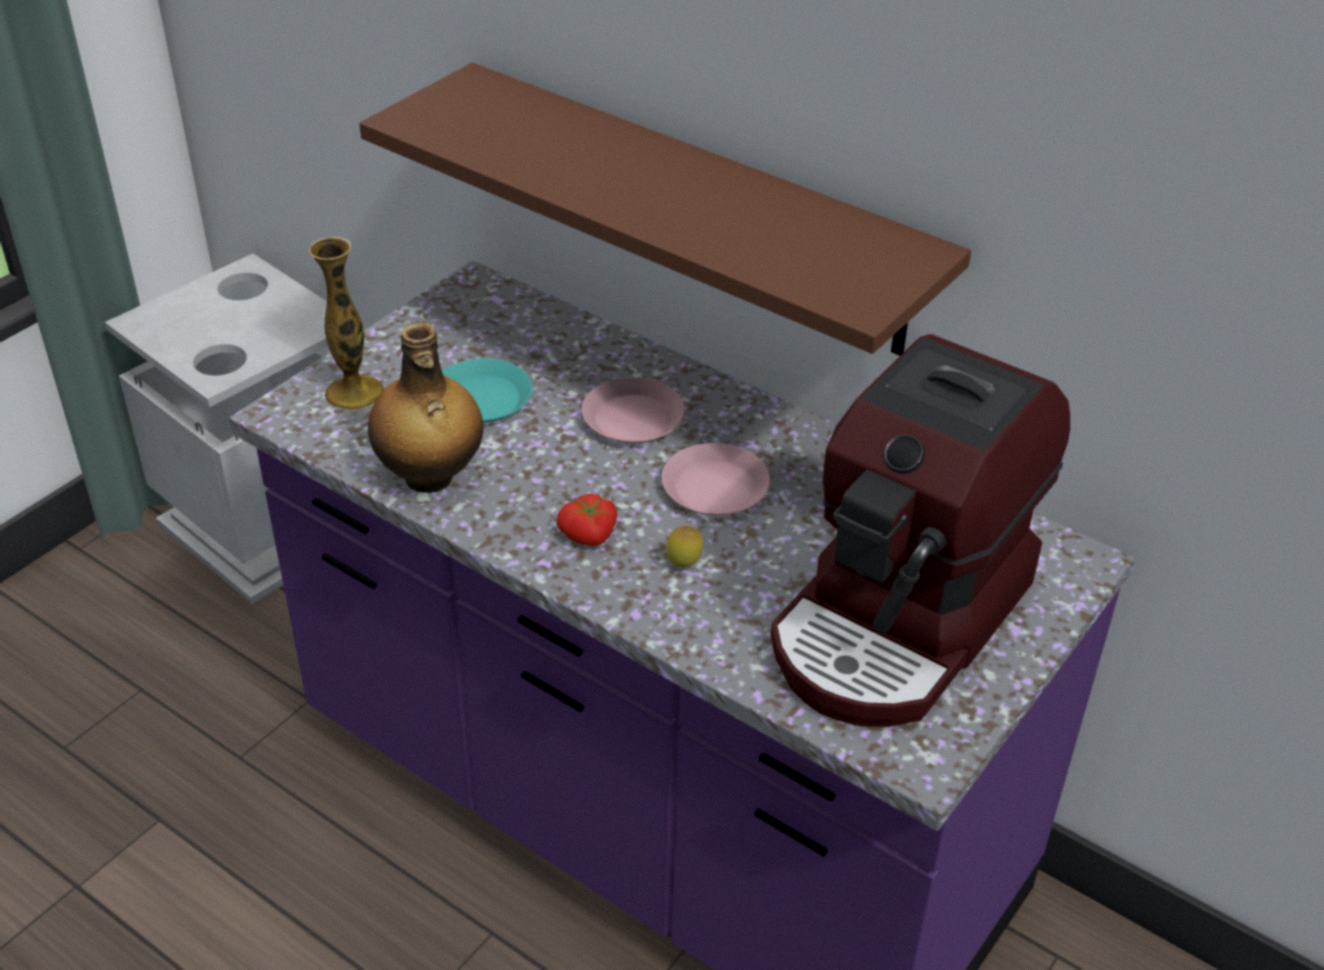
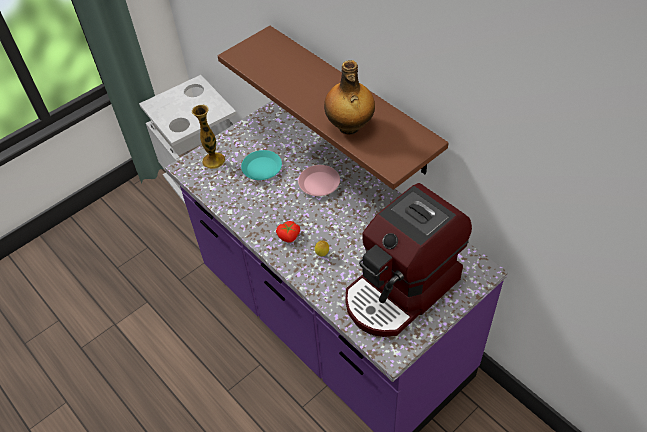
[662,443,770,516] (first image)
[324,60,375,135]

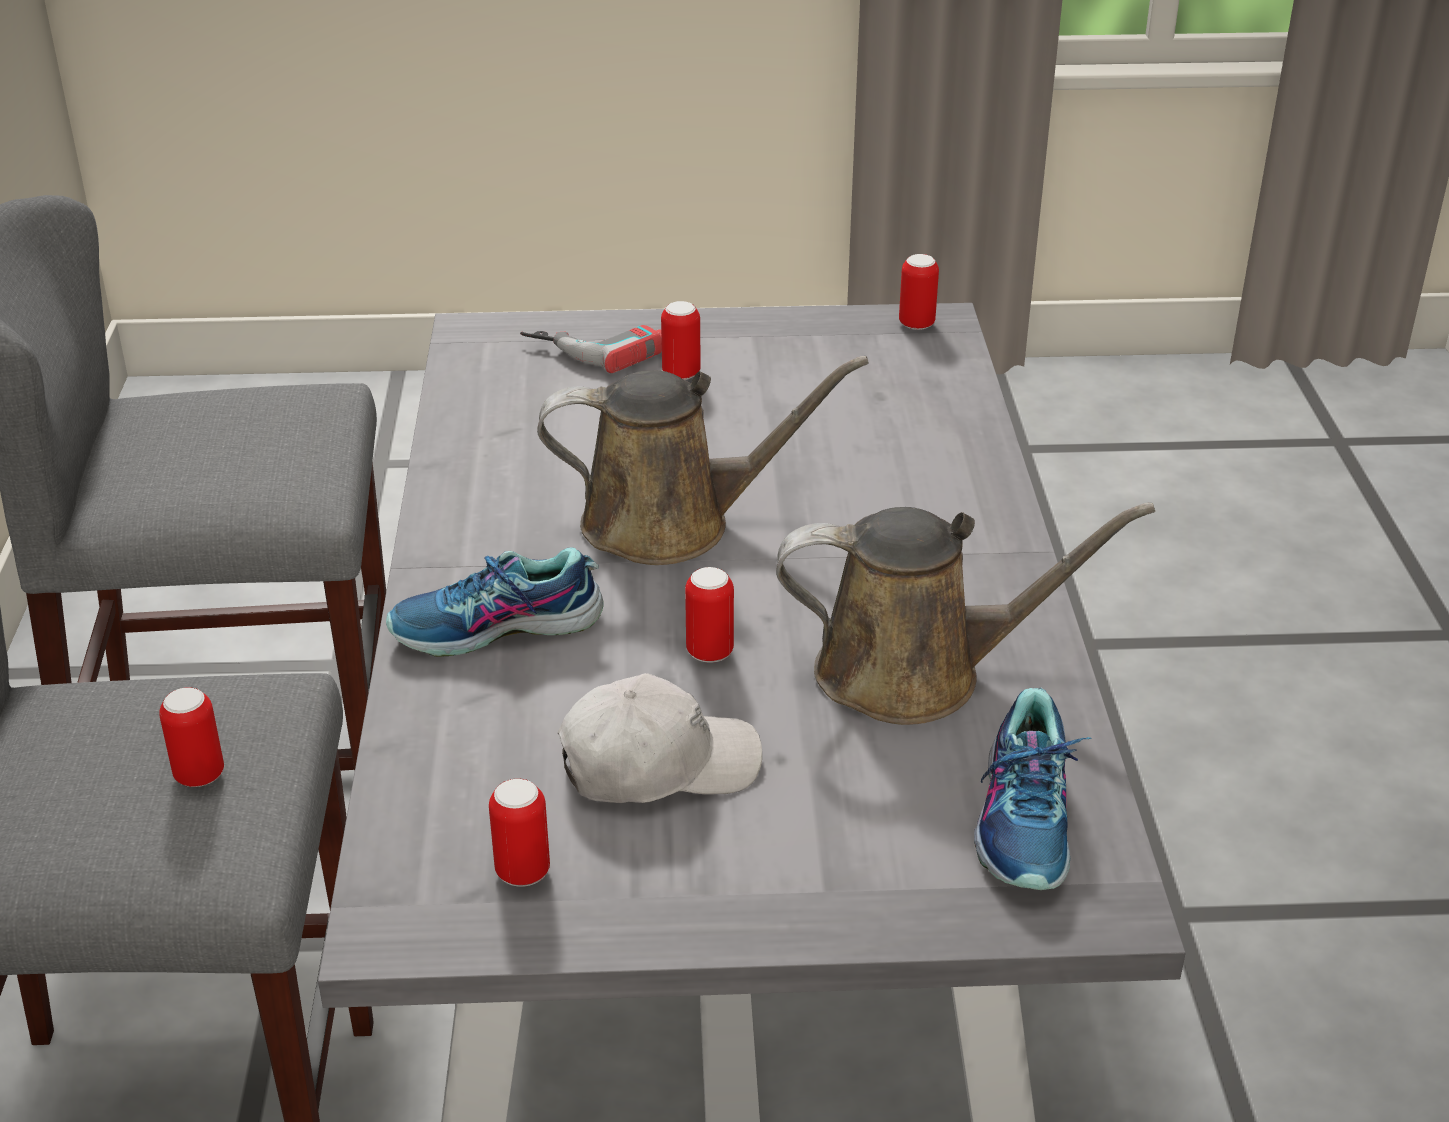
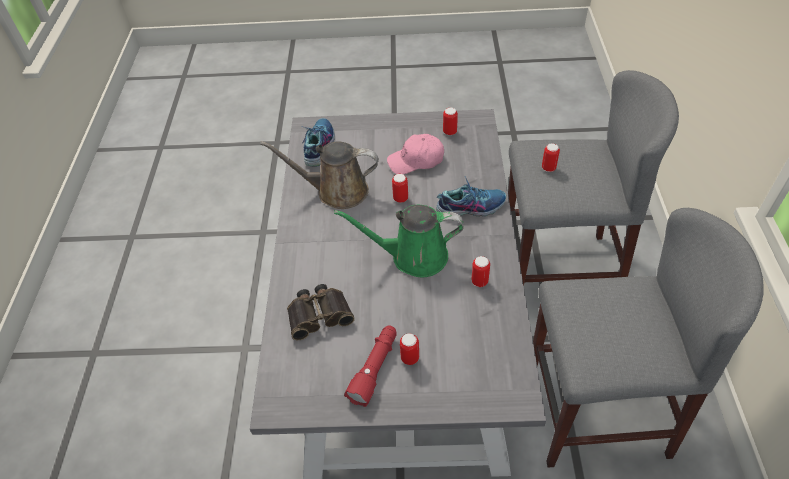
[520,325,662,373] (first image)
[287,284,355,340]
[344,325,396,407]
[471,256,490,287]
[334,205,463,277]
[387,134,444,174]

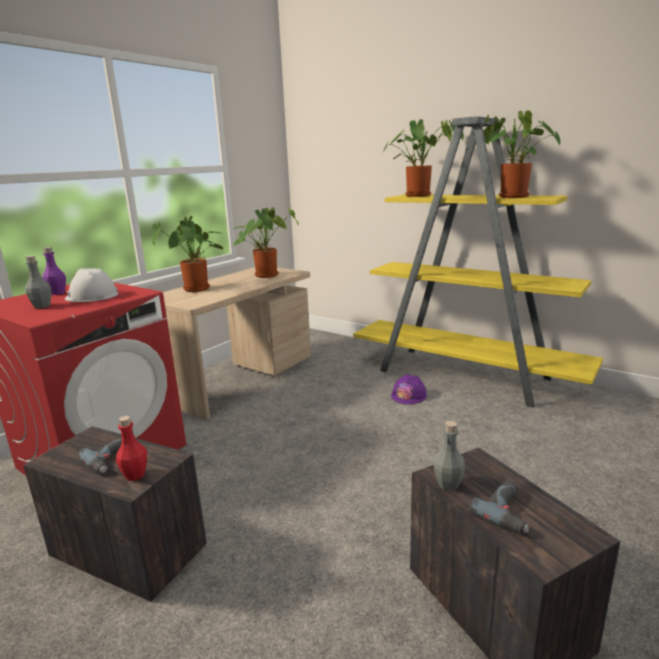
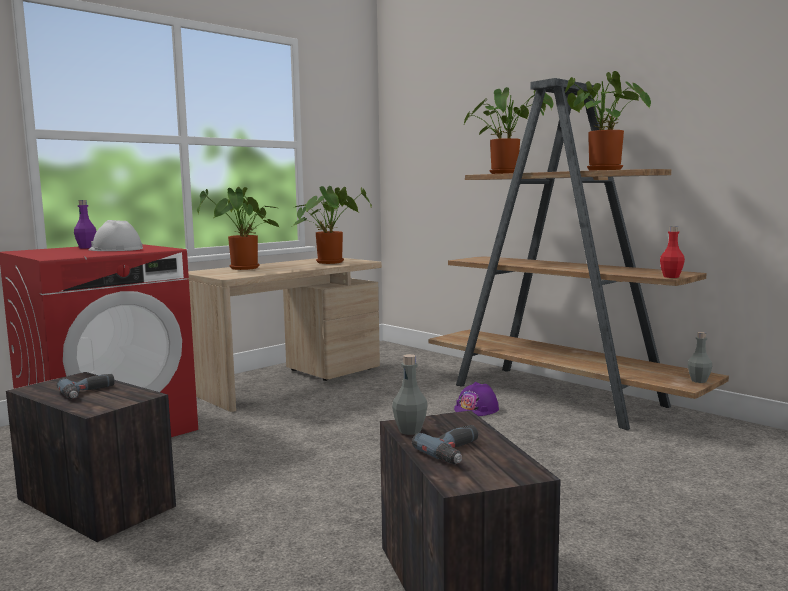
[688,332,712,383]
[660,226,685,278]
[429,78,729,430]

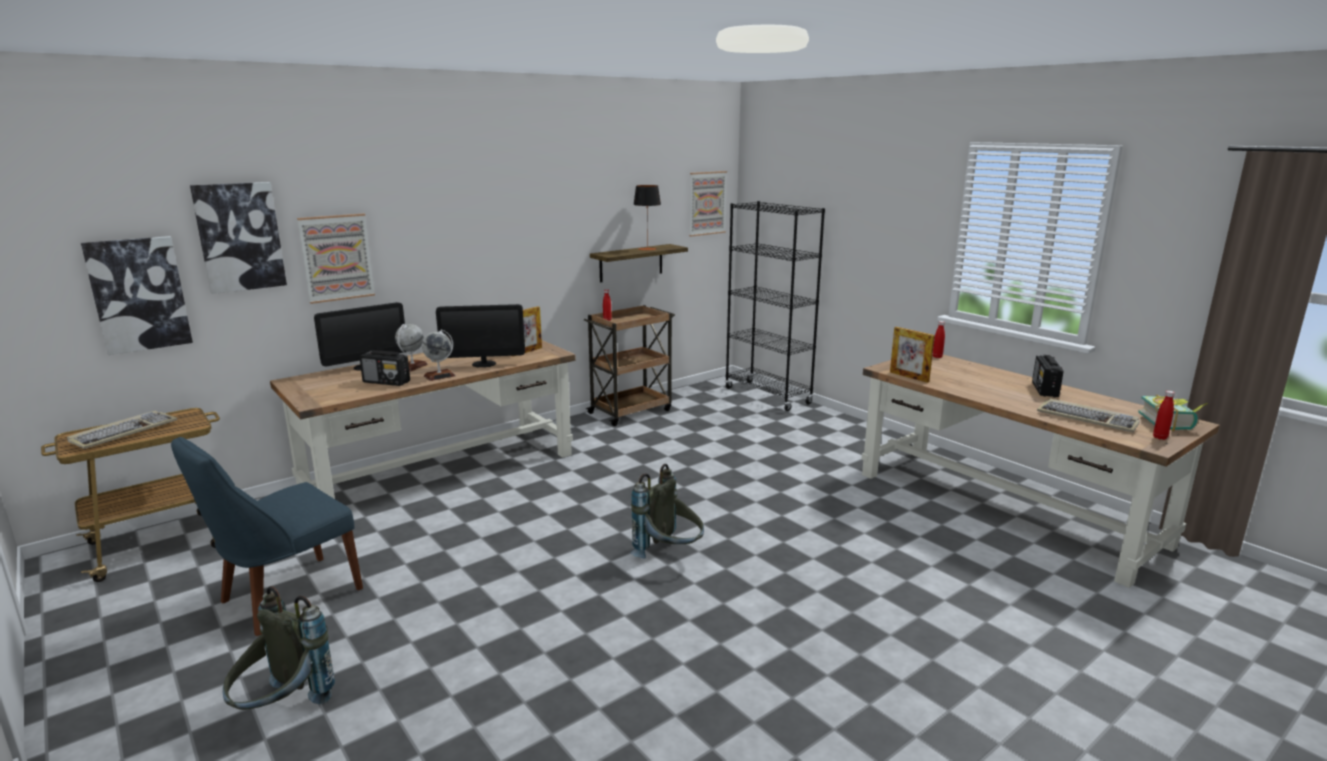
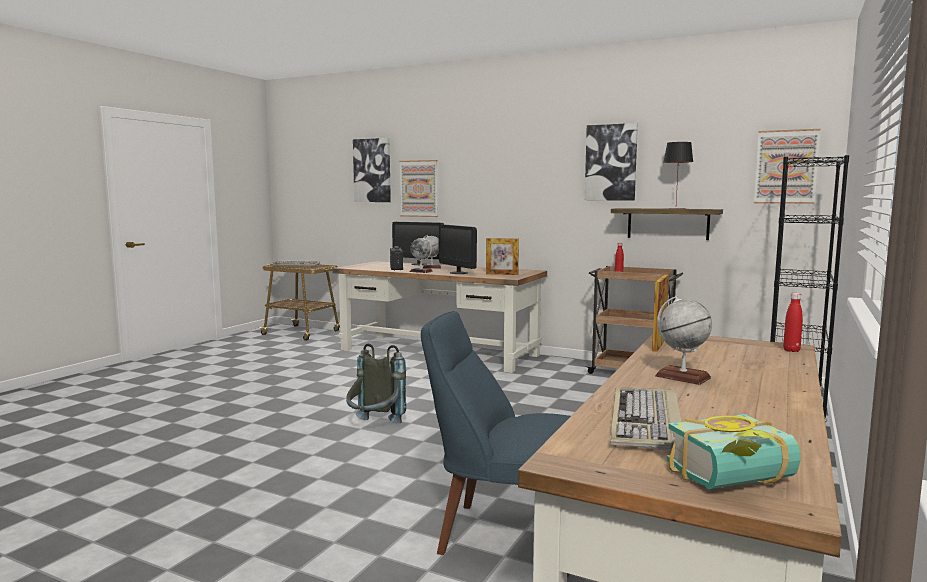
[223,586,335,710] (first image)
[1032,355,1064,397] (first image)
[1153,391,1175,440] (first image)
[655,296,712,385]
[585,123,638,201]
[421,311,571,577]

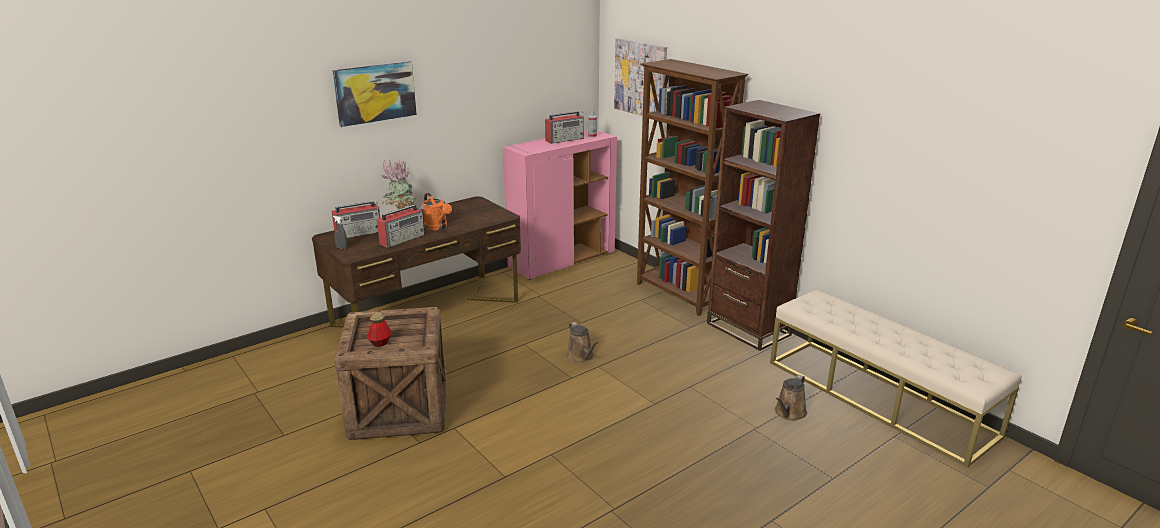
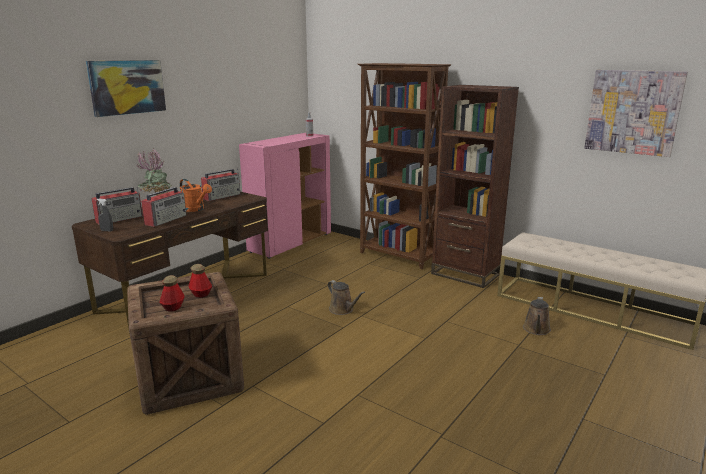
[189,264,212,298]
[201,168,240,201]
[585,70,688,157]

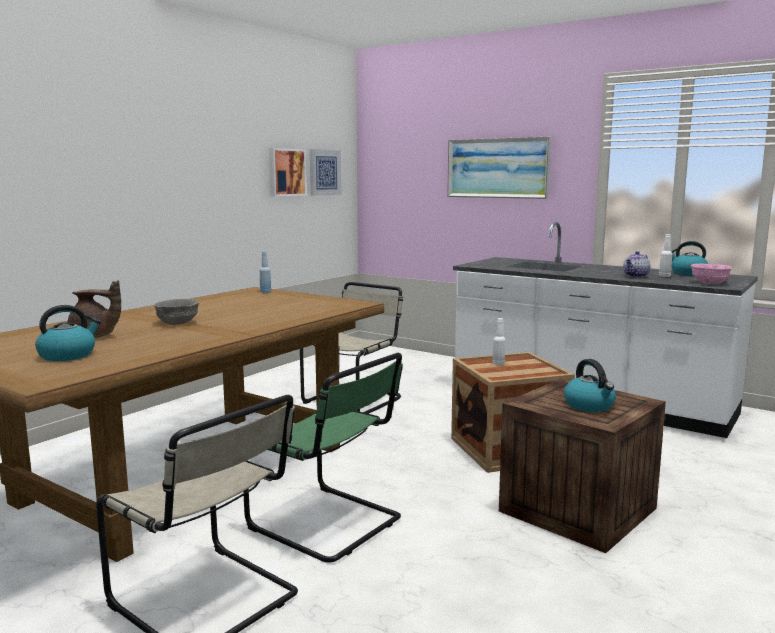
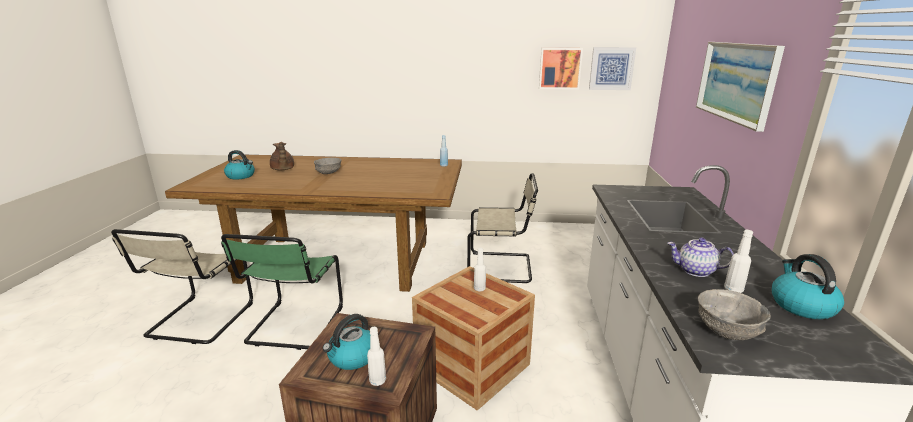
[367,327,386,386]
[698,289,771,340]

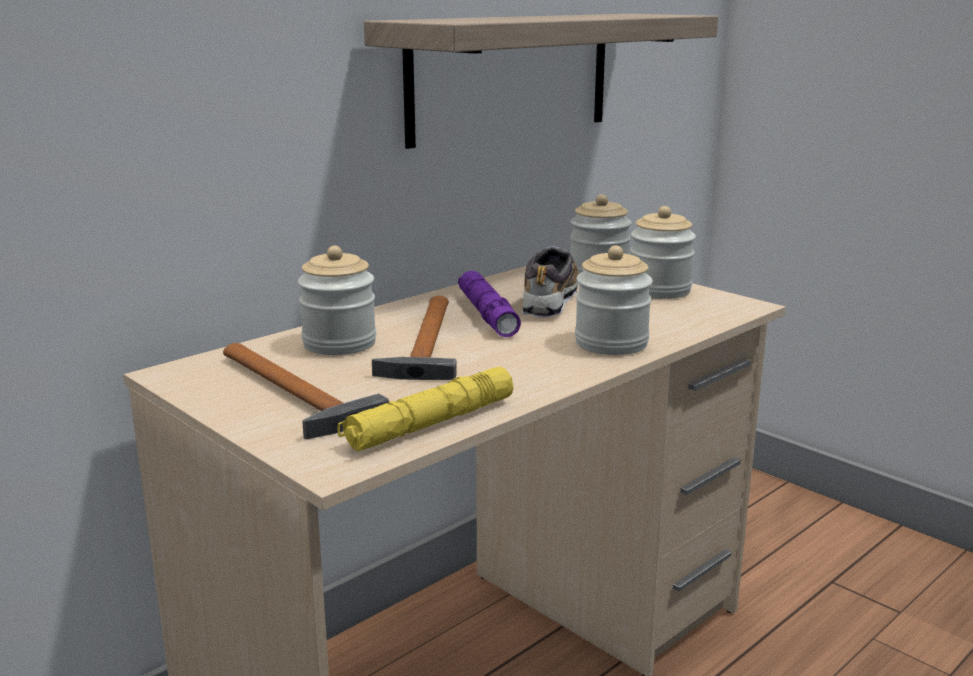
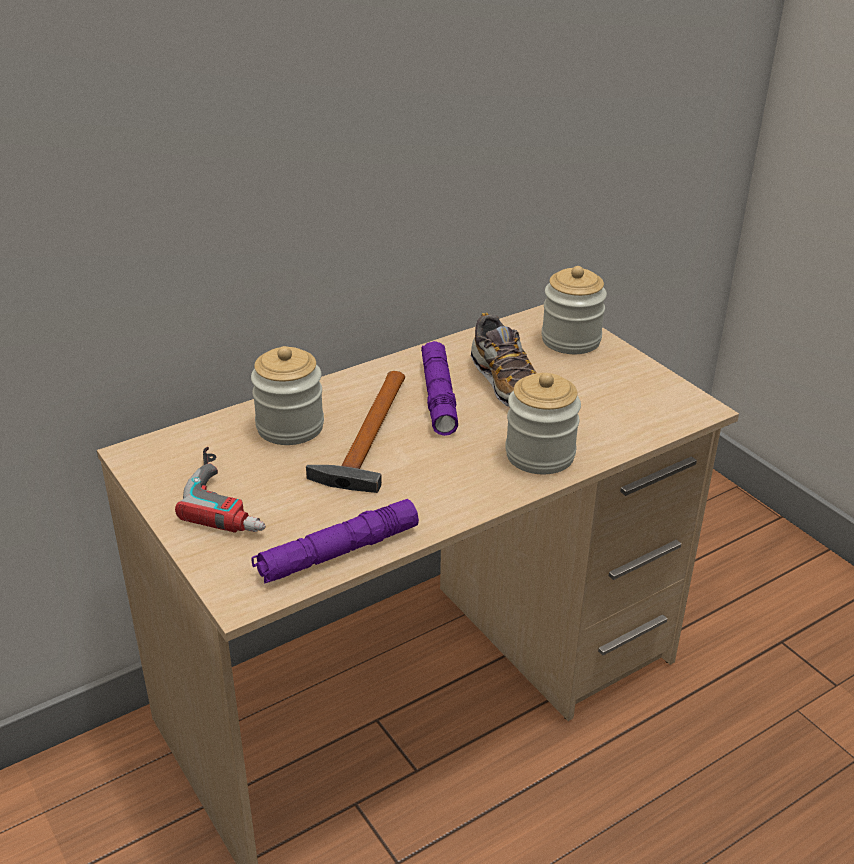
[364,14,718,149] (first image)
[630,206,696,299] (first image)
[175,447,266,533]
[251,499,419,583]
[471,312,537,407]

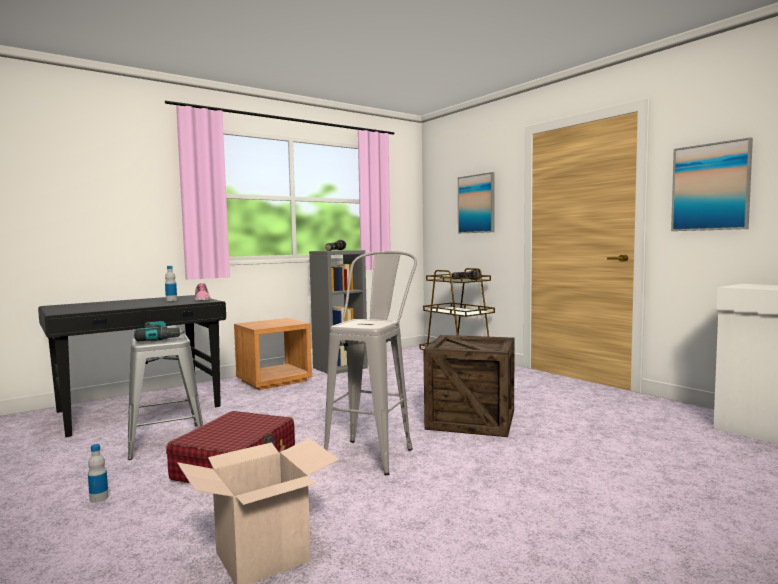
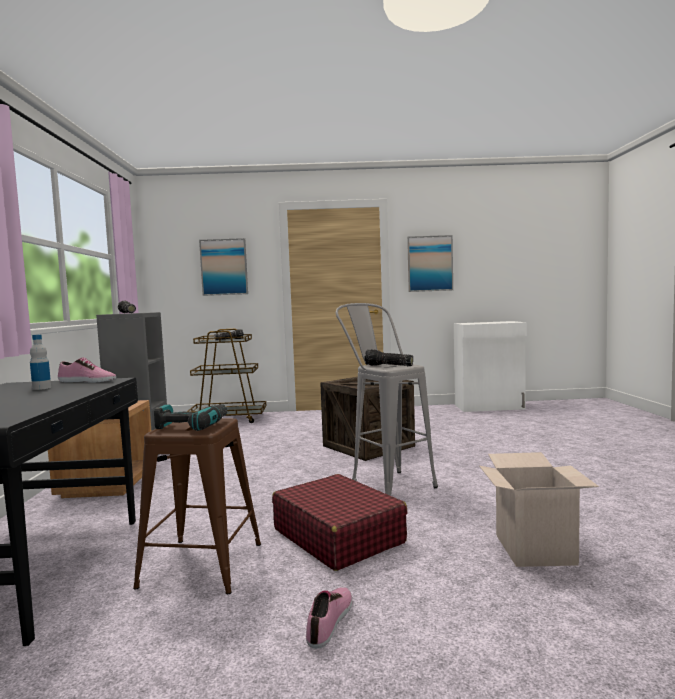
[365,349,413,366]
[306,588,352,649]
[133,418,261,594]

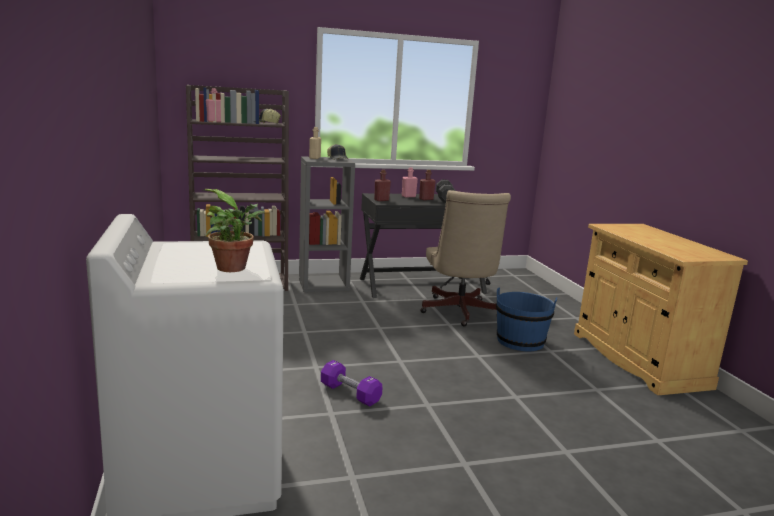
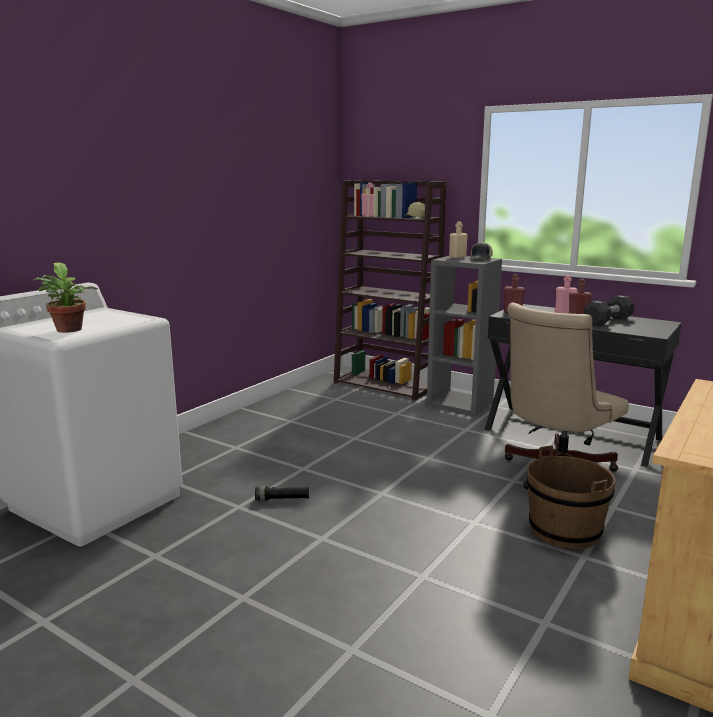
[255,486,309,501]
[527,446,615,549]

